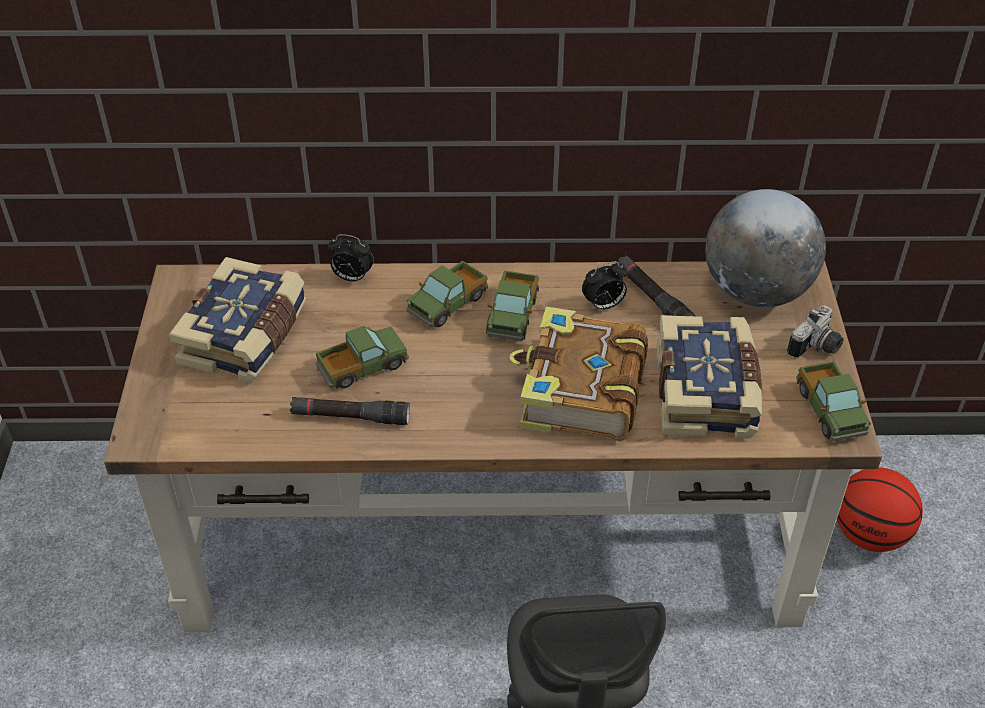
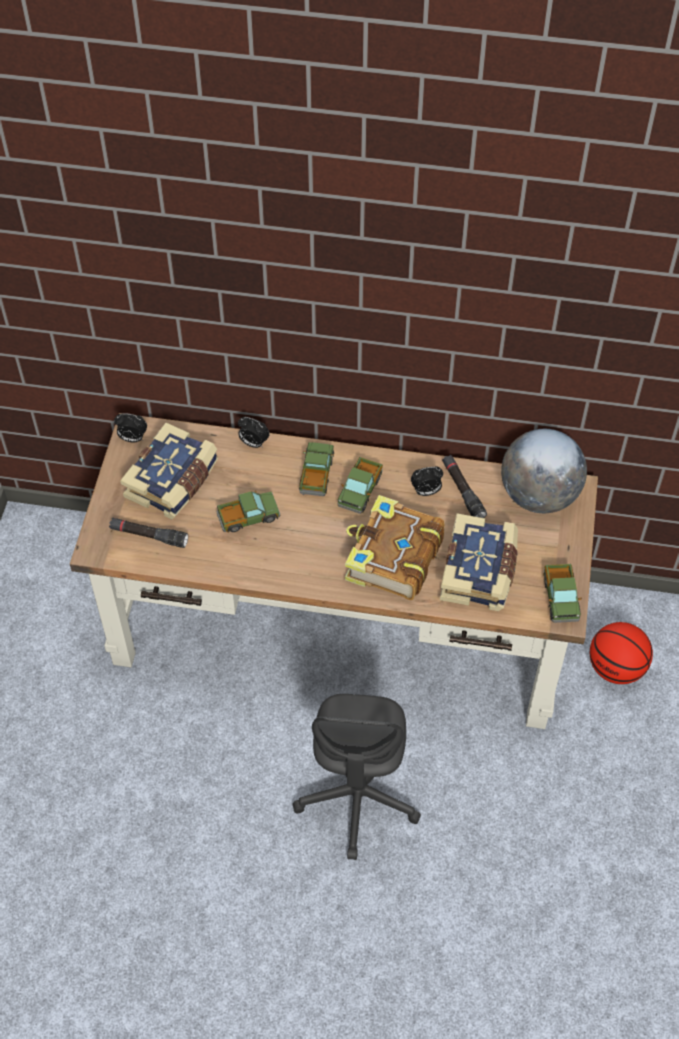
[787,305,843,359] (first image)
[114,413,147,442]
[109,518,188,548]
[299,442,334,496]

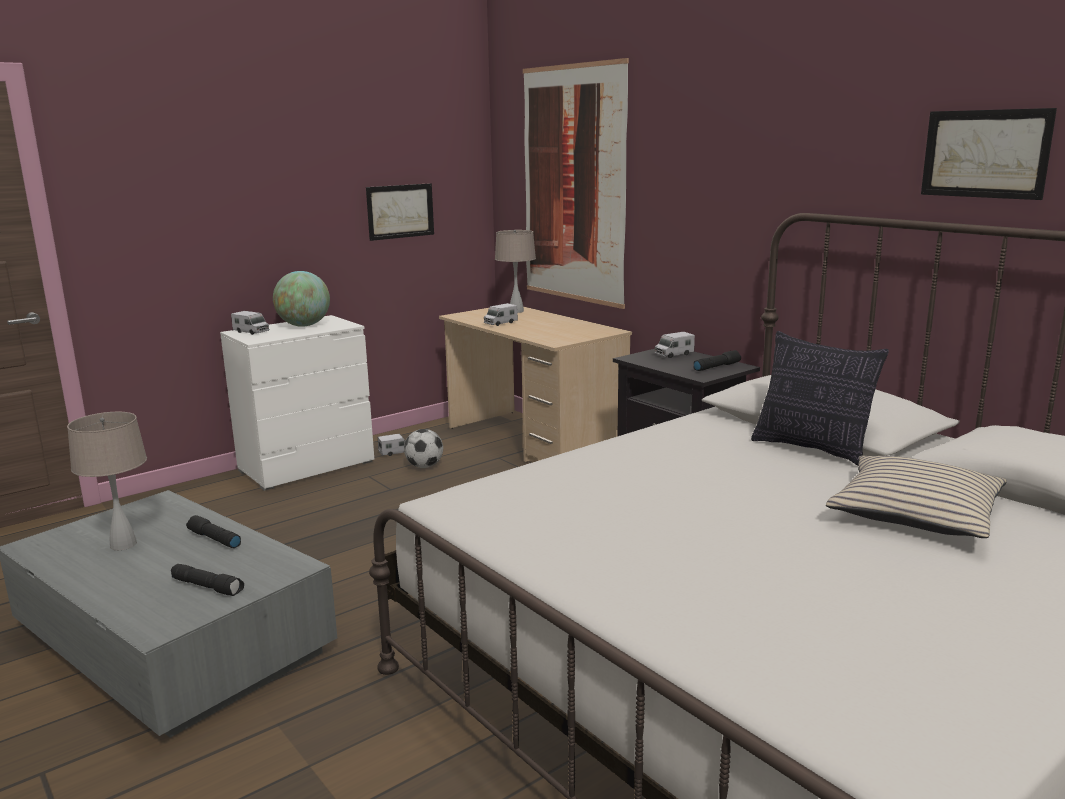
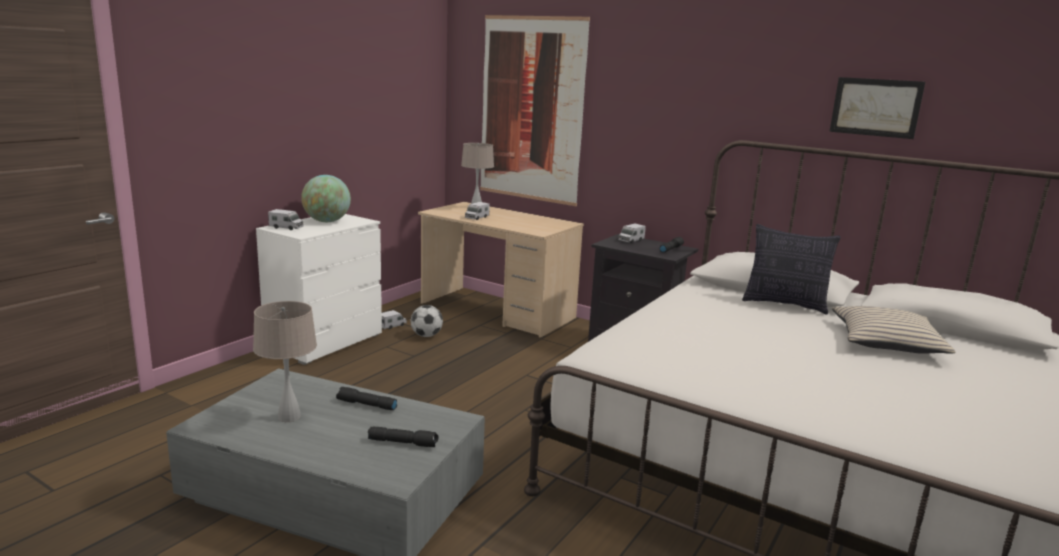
[366,183,434,241] (first image)

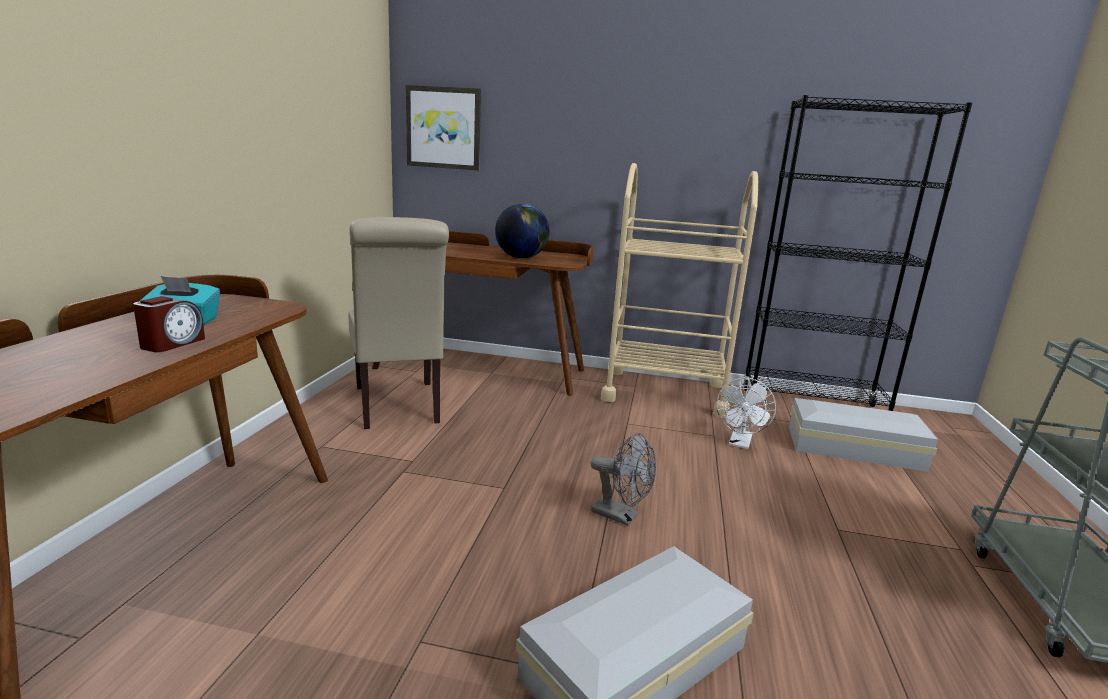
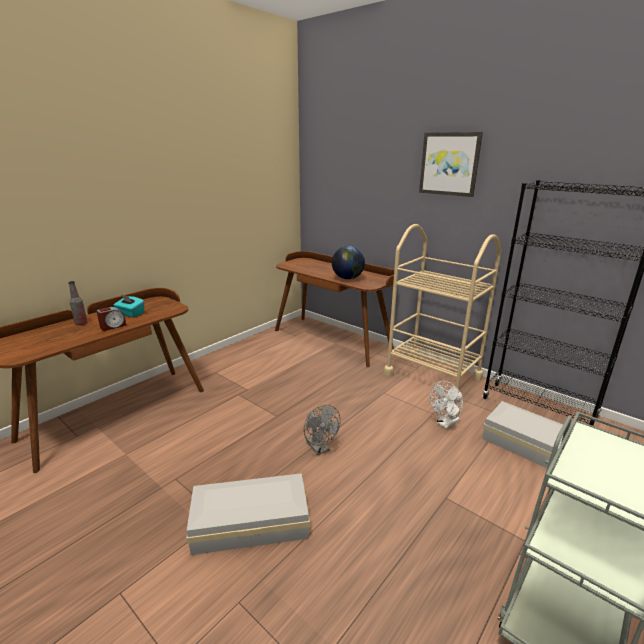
[348,217,449,429] (first image)
[68,281,88,325]
[419,132,483,197]

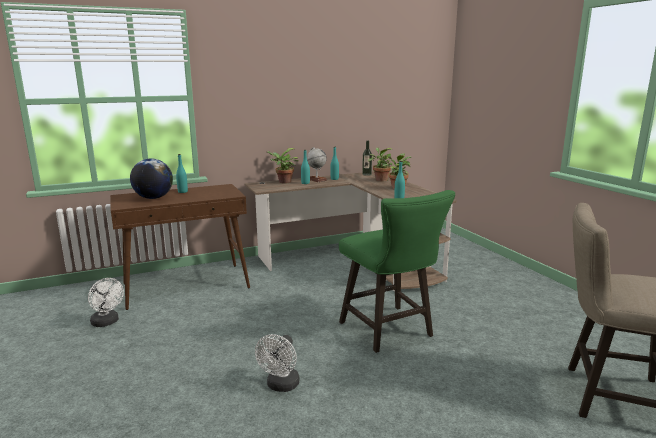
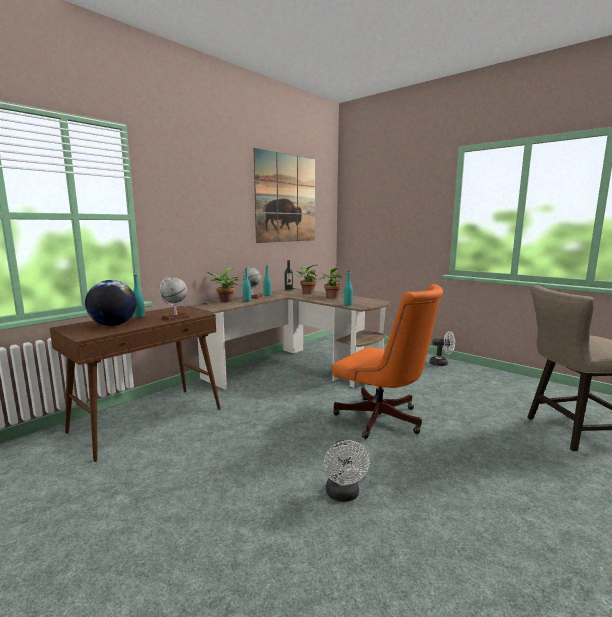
[159,277,190,321]
[254,148,315,243]
[430,331,455,366]
[332,284,443,439]

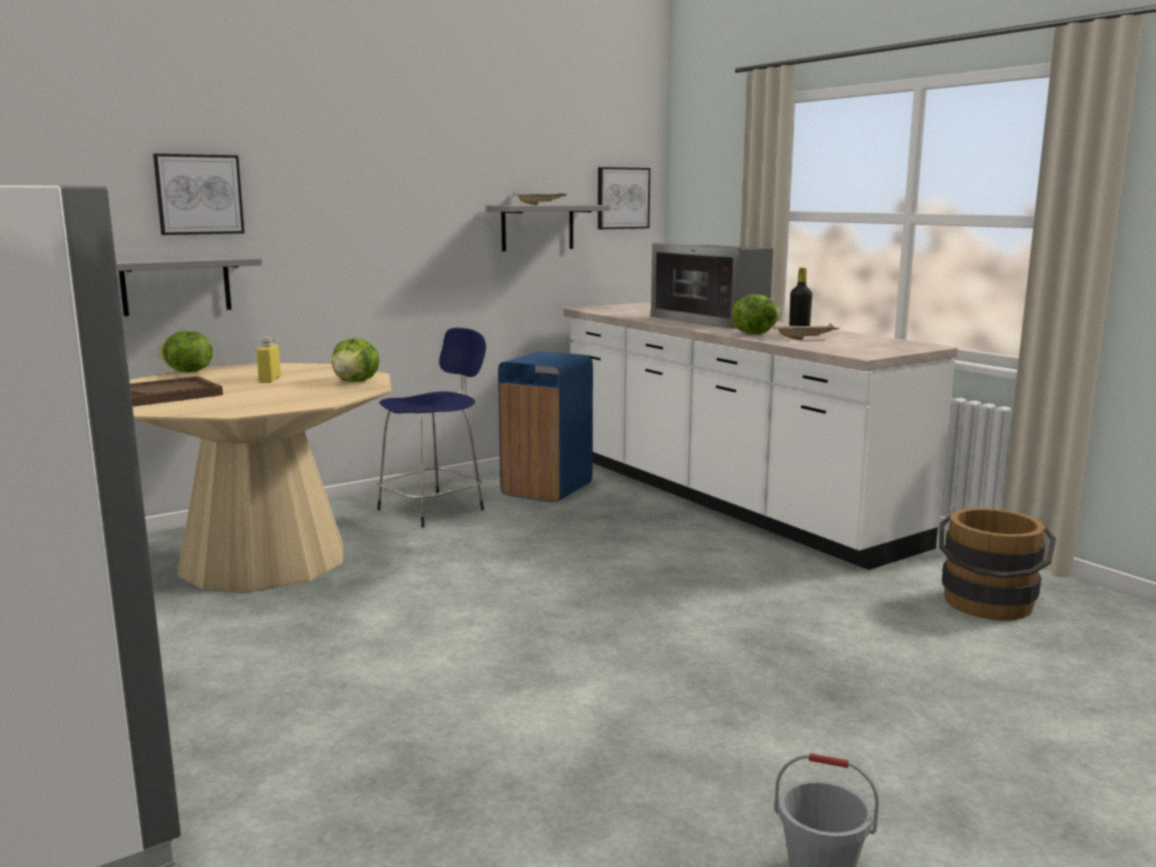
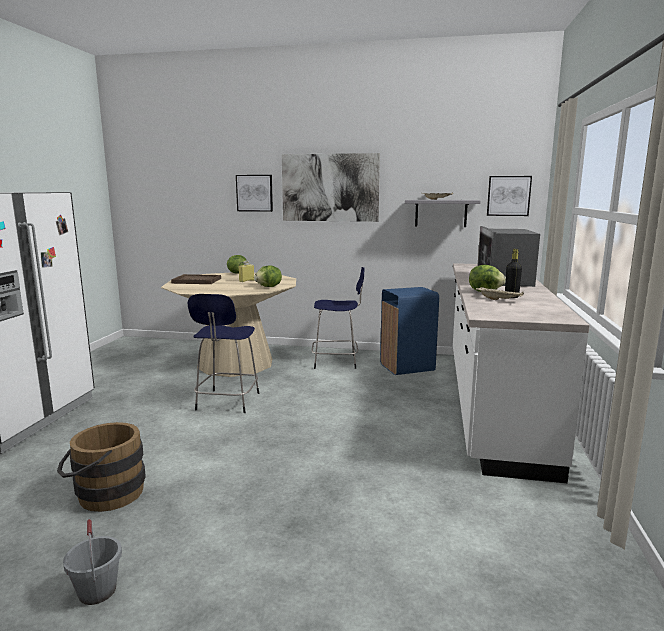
[116,256,262,316] (first image)
[188,294,259,413]
[282,153,380,222]
[57,422,146,512]

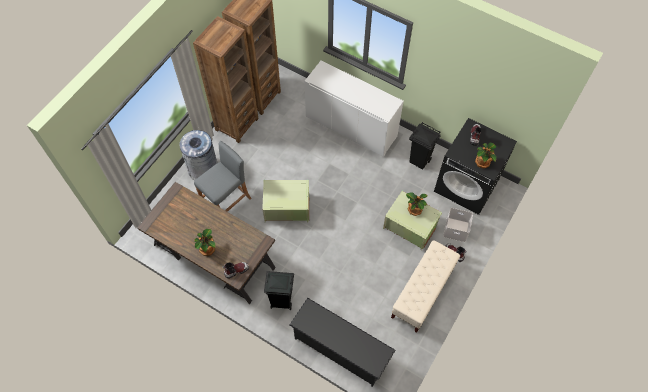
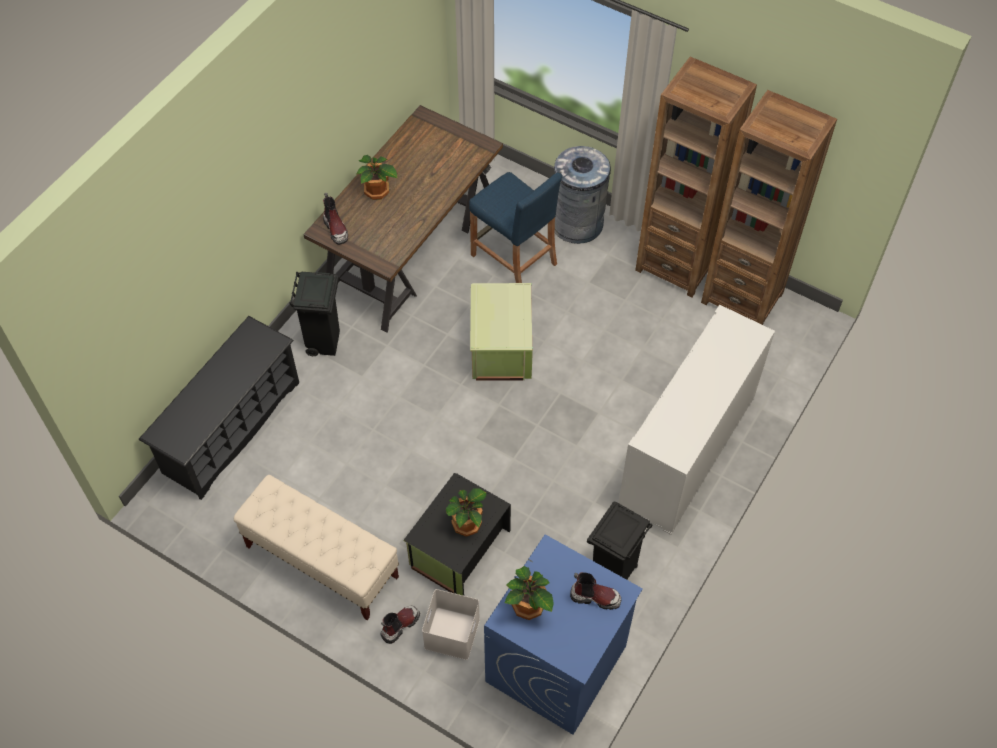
[469,172,562,283]
[404,473,511,596]
[484,535,643,735]

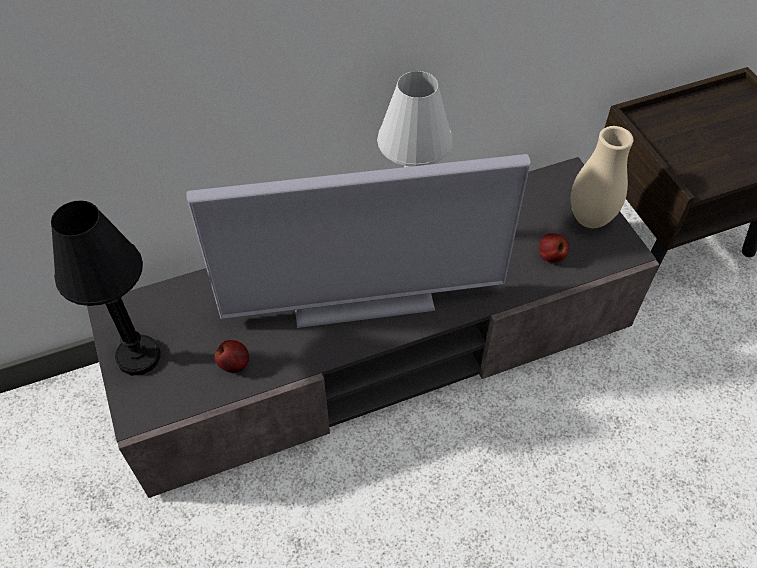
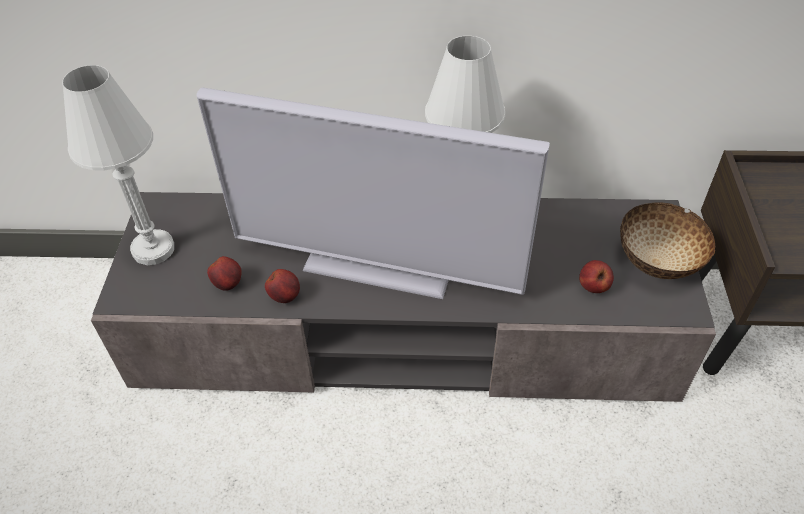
[265,269,300,303]
[620,202,715,279]
[62,65,174,265]

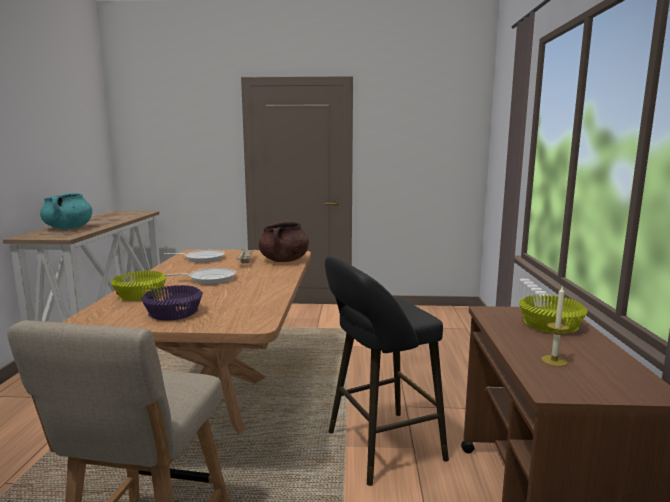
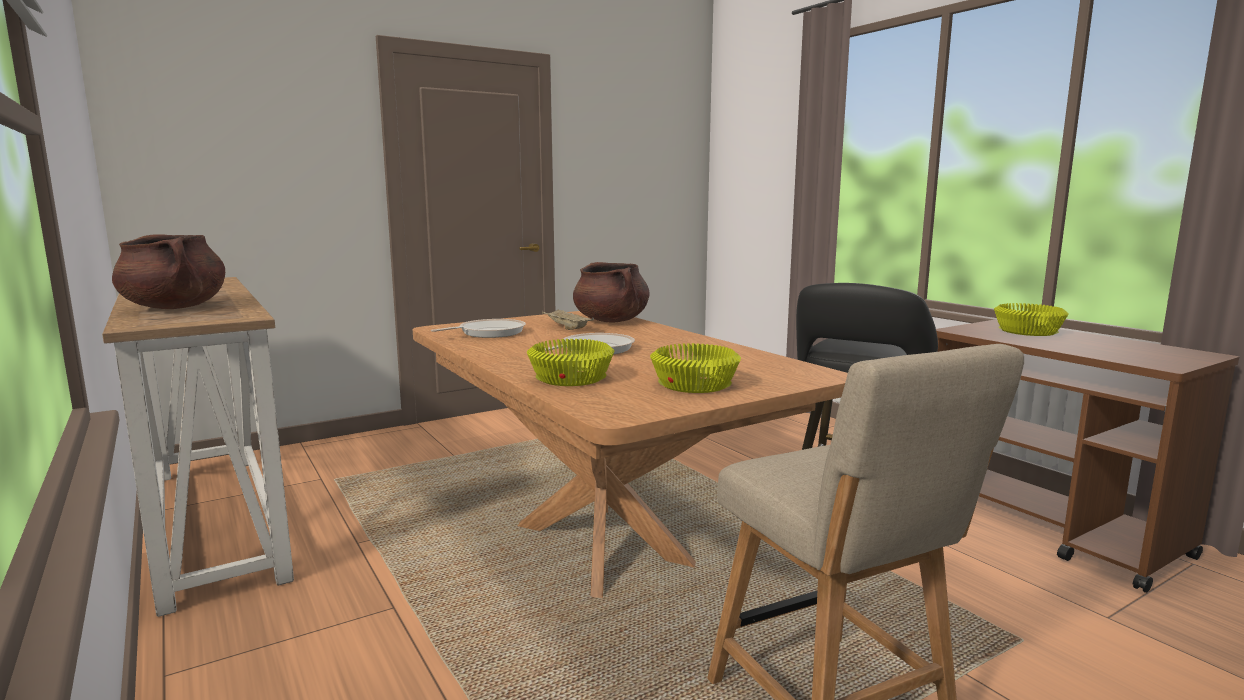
[541,287,570,367] (first image)
[112,234,225,309]
[650,343,741,393]

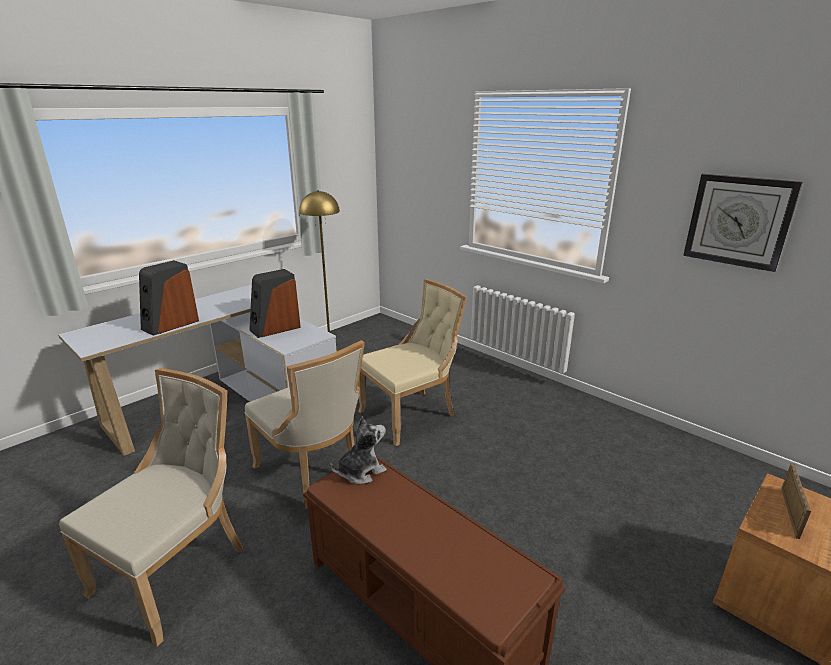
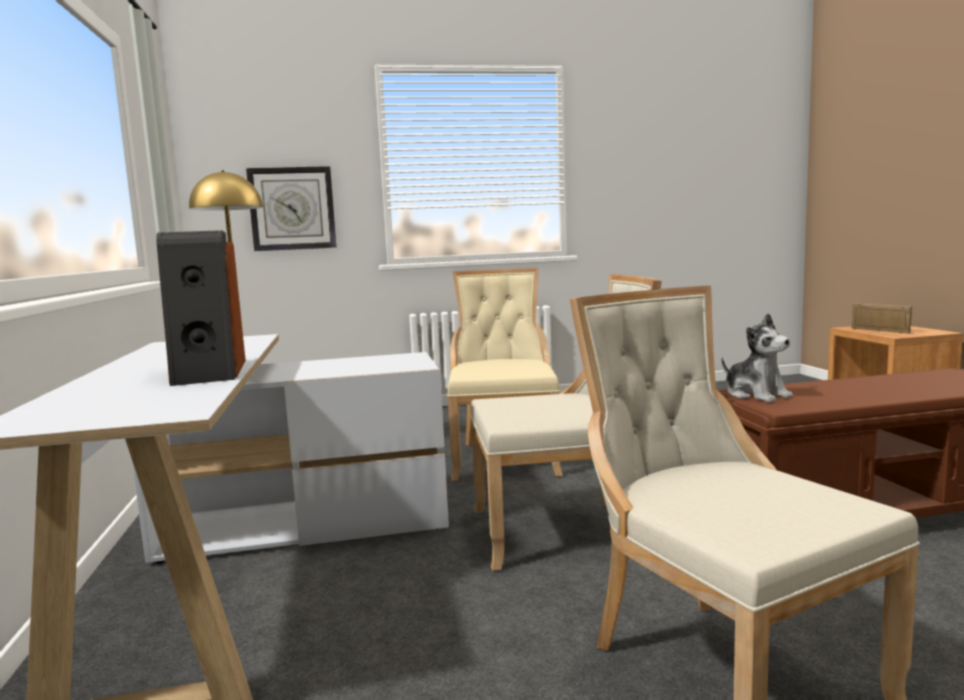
[249,269,301,338] (first image)
[246,166,337,251]
[721,313,793,403]

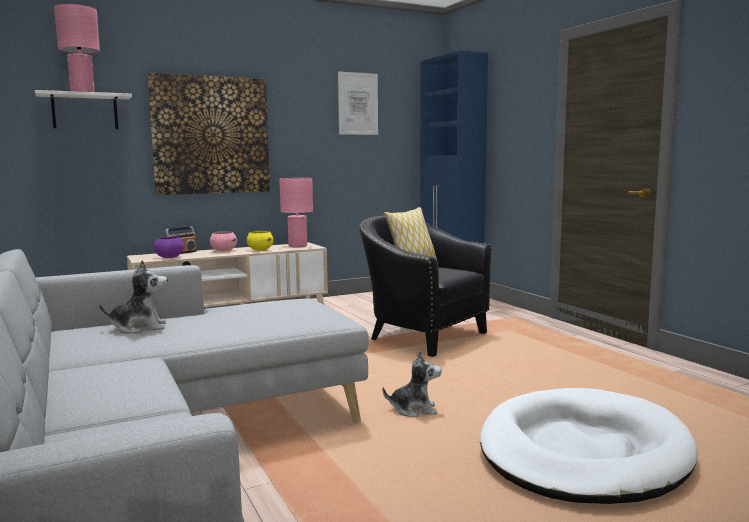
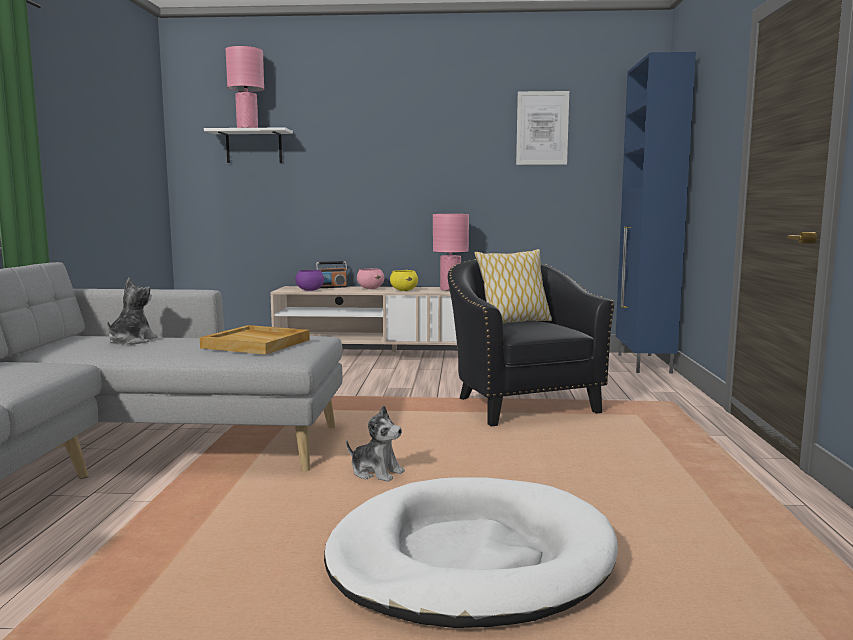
[147,73,270,195] (first image)
[200,325,310,355]
[107,278,157,344]

